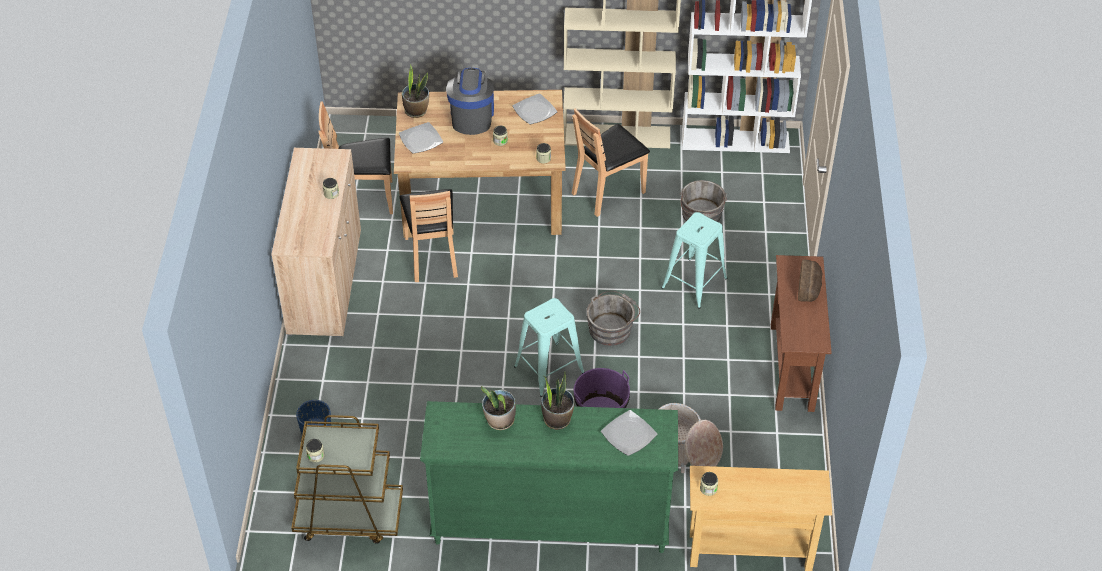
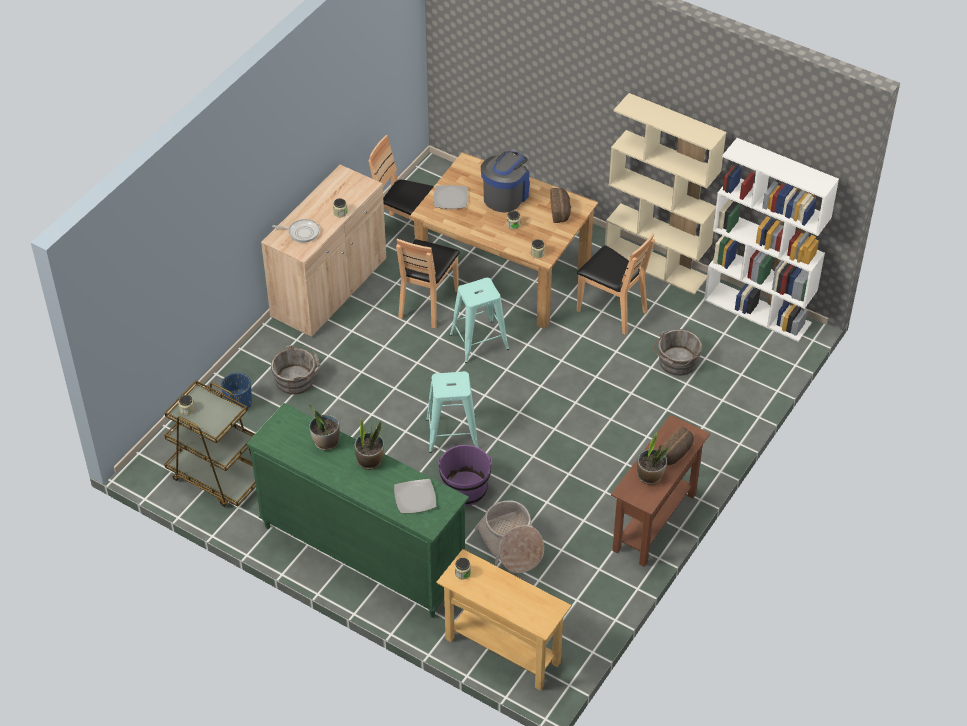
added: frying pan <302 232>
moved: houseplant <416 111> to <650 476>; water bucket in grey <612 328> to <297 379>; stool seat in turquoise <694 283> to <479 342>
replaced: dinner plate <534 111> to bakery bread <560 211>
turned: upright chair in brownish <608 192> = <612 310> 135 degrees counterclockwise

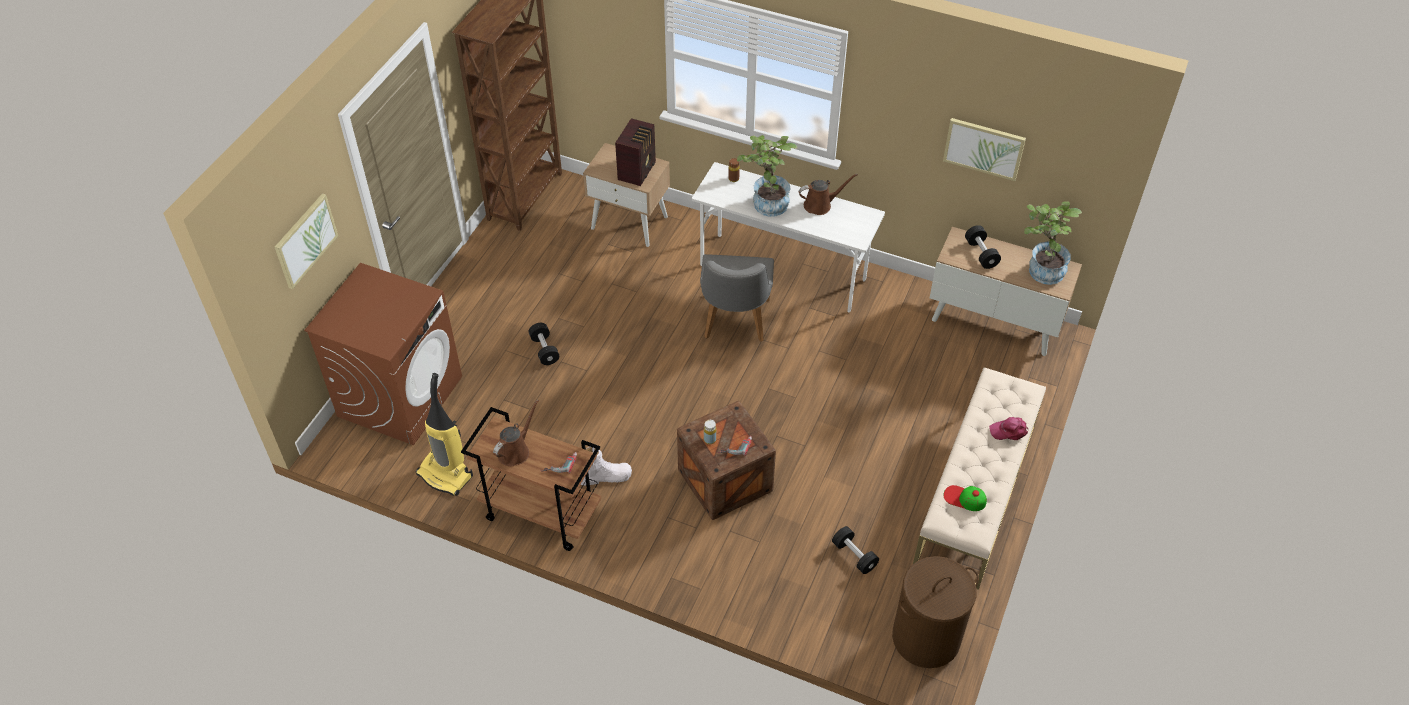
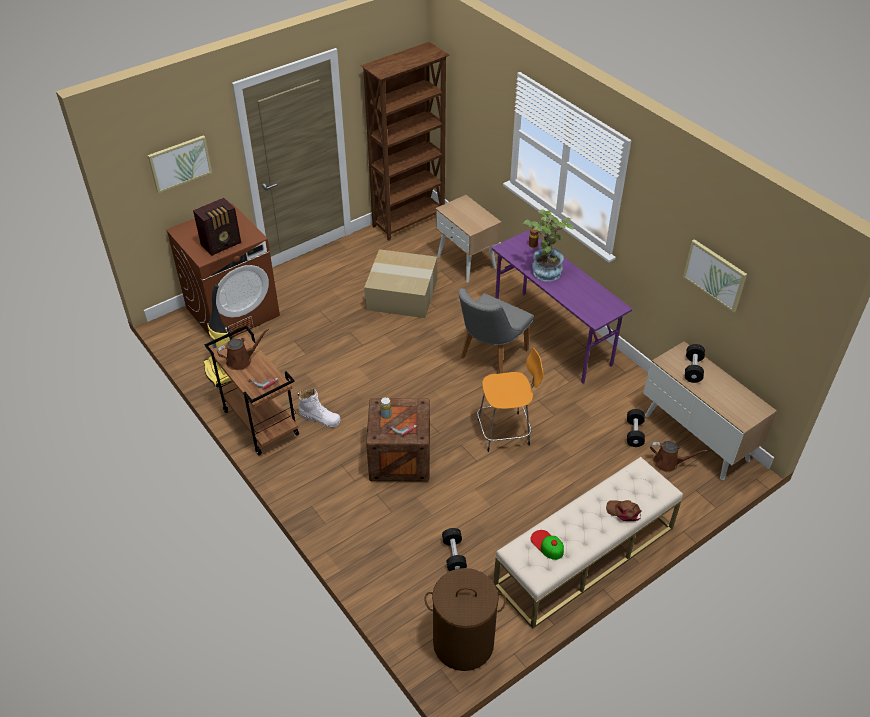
removed: houseplant <1041 269>
added: packing box <403 293>; stool seat in orangey <505 432>
moved: dumbbell in black-coloured <544 350> to <634 433>; radio <638 170> to <222 244>; watering pot in brownish <820 205> to <668 463>
recoloured: desk table in whitish <783 272> to desk table in purple <552 336>; baseball cap in pink <1009 431> to baseball cap in brownish <624 512>

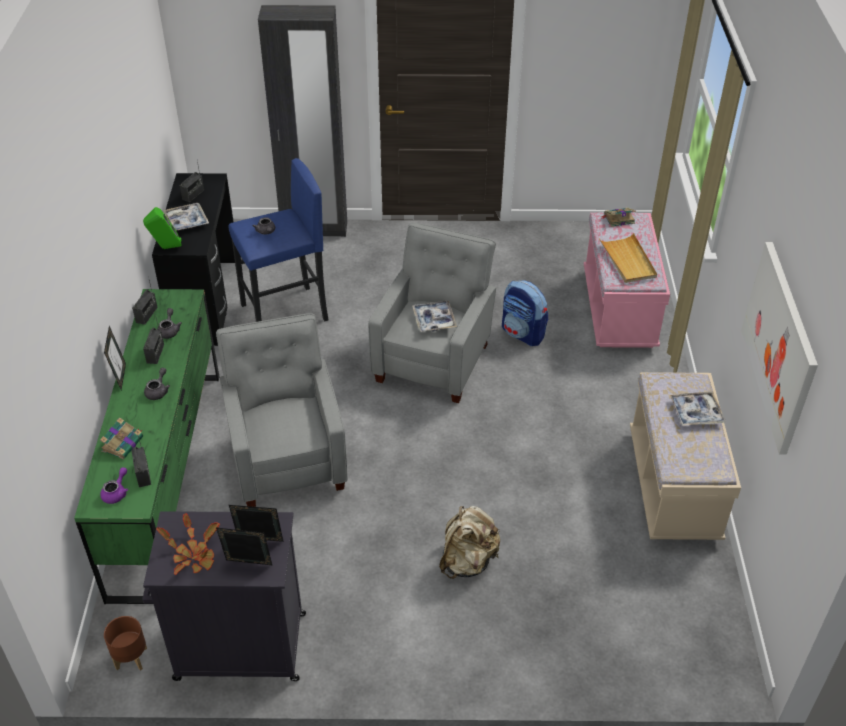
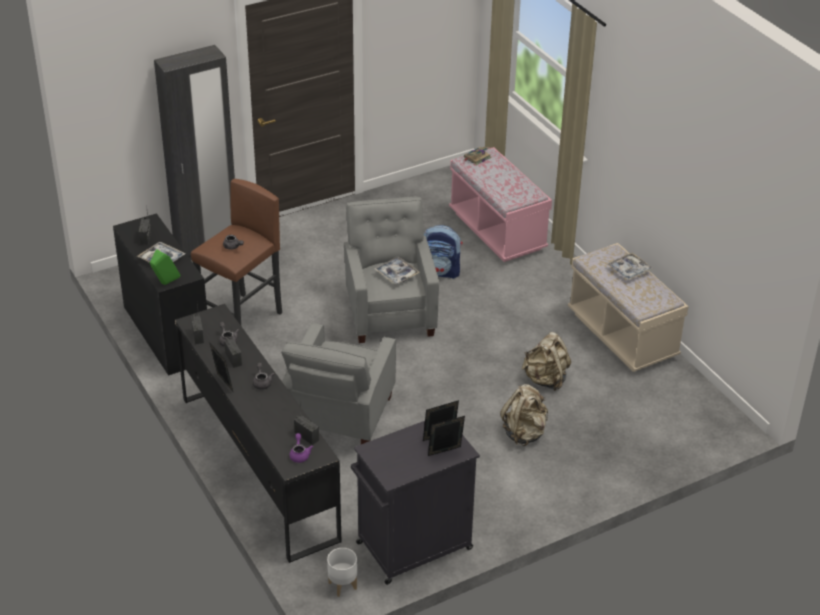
removed: book <123 443>; houseplant <193 555>; tray in beige <628 260>; picture <779 345>
added: knapsack in beige <545 380>
recoloured: chest of drawers in greenish <168 479> to chest of drawers in black-coloured <259 467>; planter in brownish <130 658> to planter in whitish <342 586>; stool seat in blue-coloured <285 313> to stool seat in brownish <242 319>
turned: easy chair in grey <288 458> = <339 418> 120 degrees counterclockwise

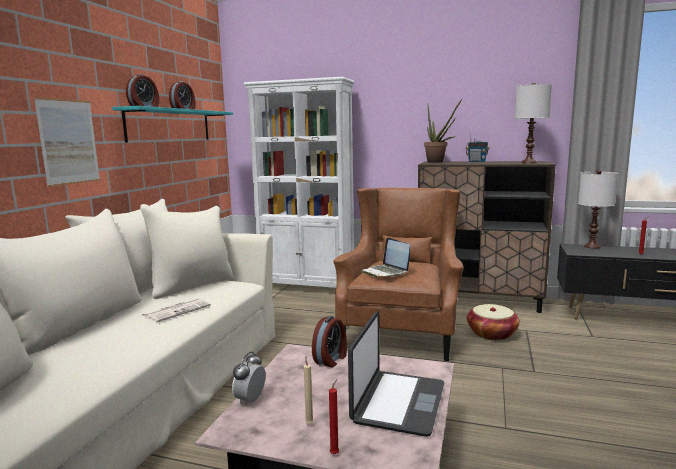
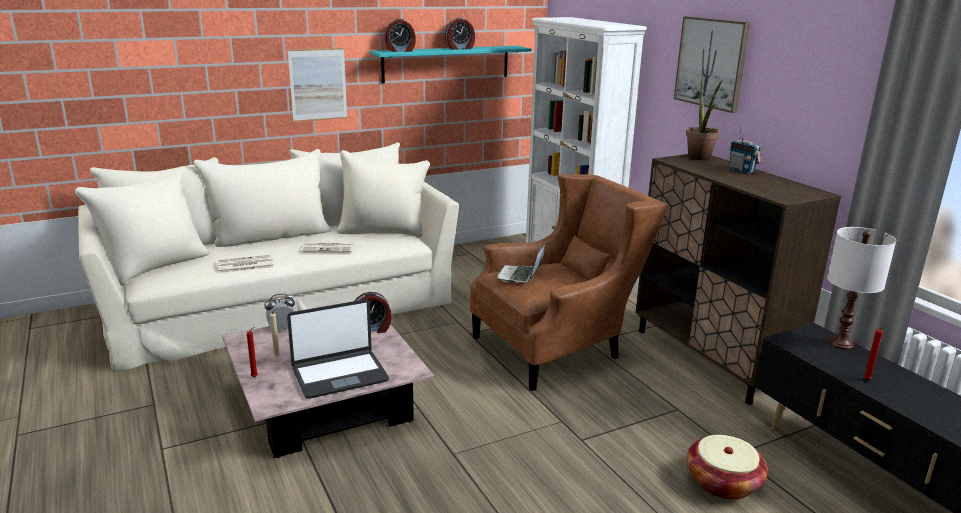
removed: tabletop lamp in whitish <528 163>
added: newspaper <244 265>; picture <711 63>
moved: storage basket <492 334> to <723 483>

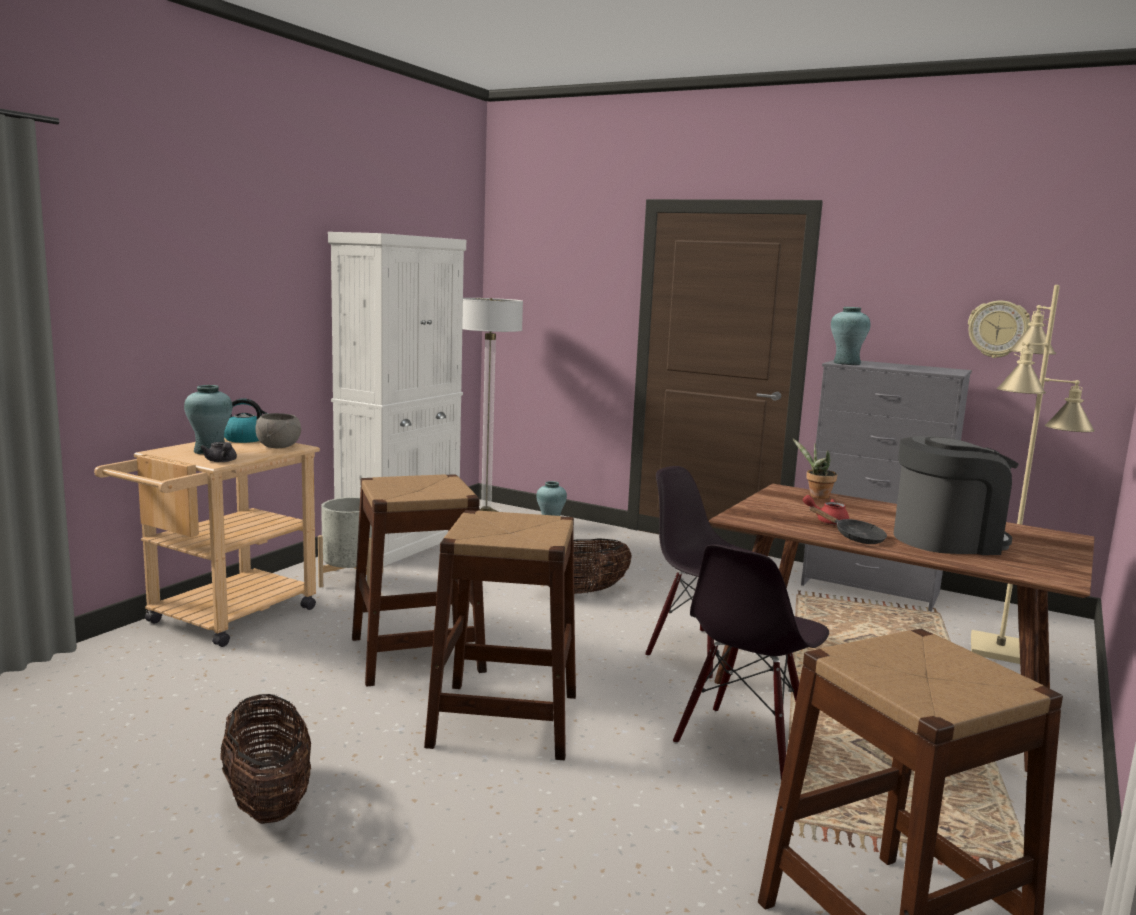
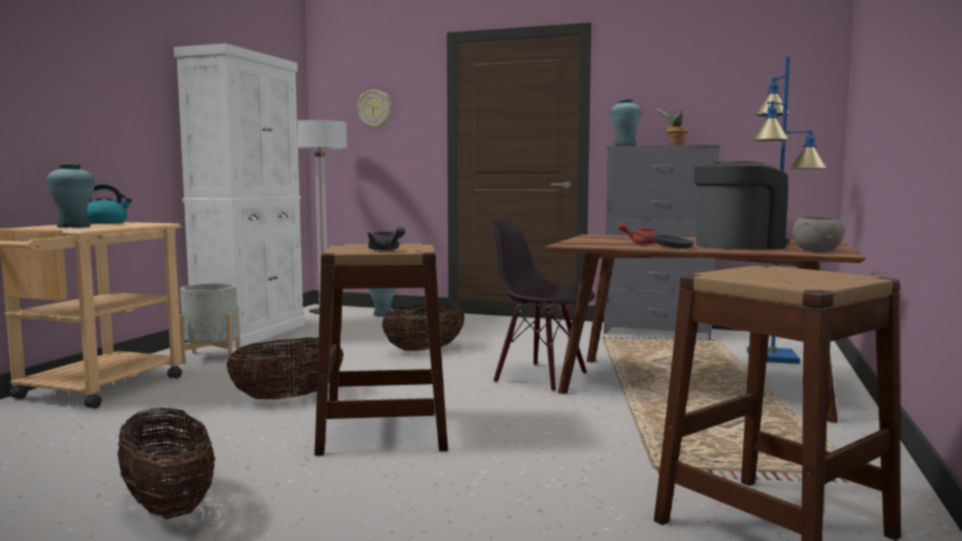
removed: upright chair in black-coloured <744 743>
moved: teapot in grey <221 461> to <386 250>; serving bowl in grey <277 447> to <816 251>; houseplant <816 496> to <674 145>; clock on the wall <998 329> to <374 109>
replaced: stool seat in brownish <416 654> to storage basket <288 398>
recoloured: standing lamp in beige <1000 650> to standing lamp in blue-coloured <772 357>

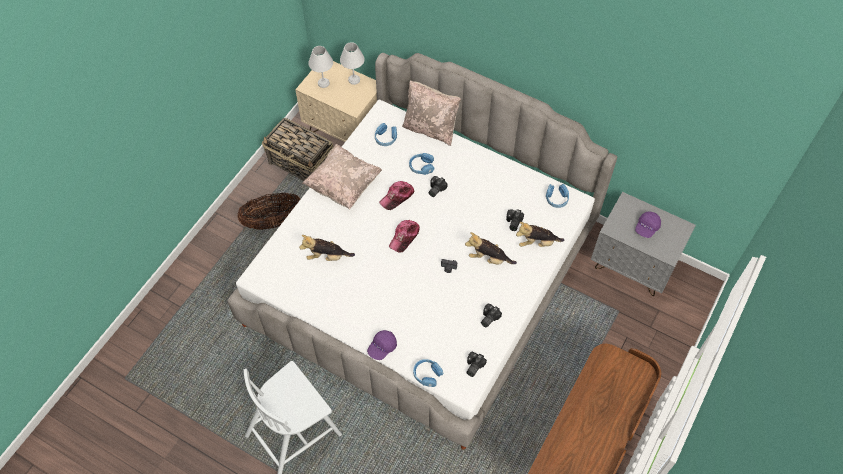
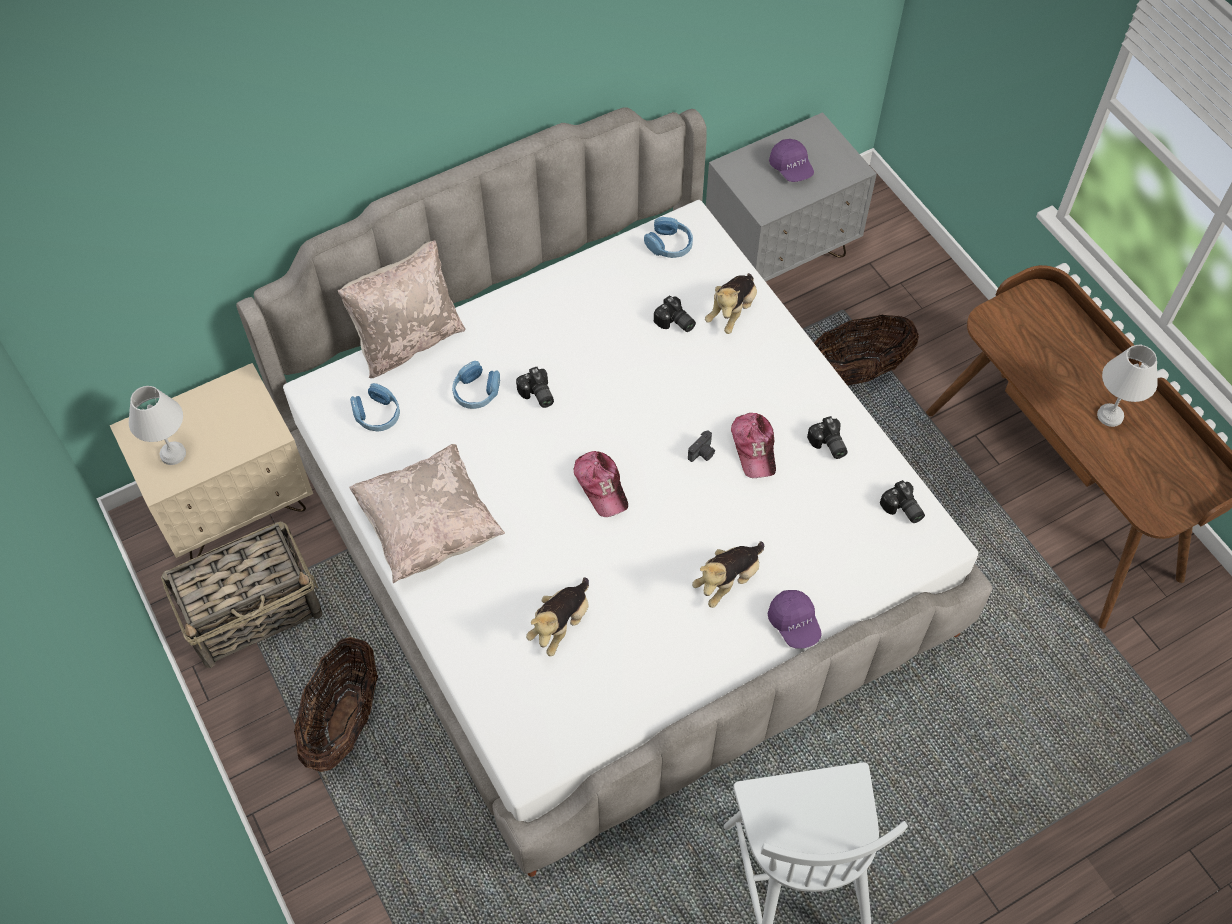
removed: headphones in blue-coloured <427 374>
added: storage basket <855 372>
moved: tabletop lamp in whitish <353 80> to <1110 416>; baseball cap <397 197> to <754 448>; plush toy <488 258> to <728 580>

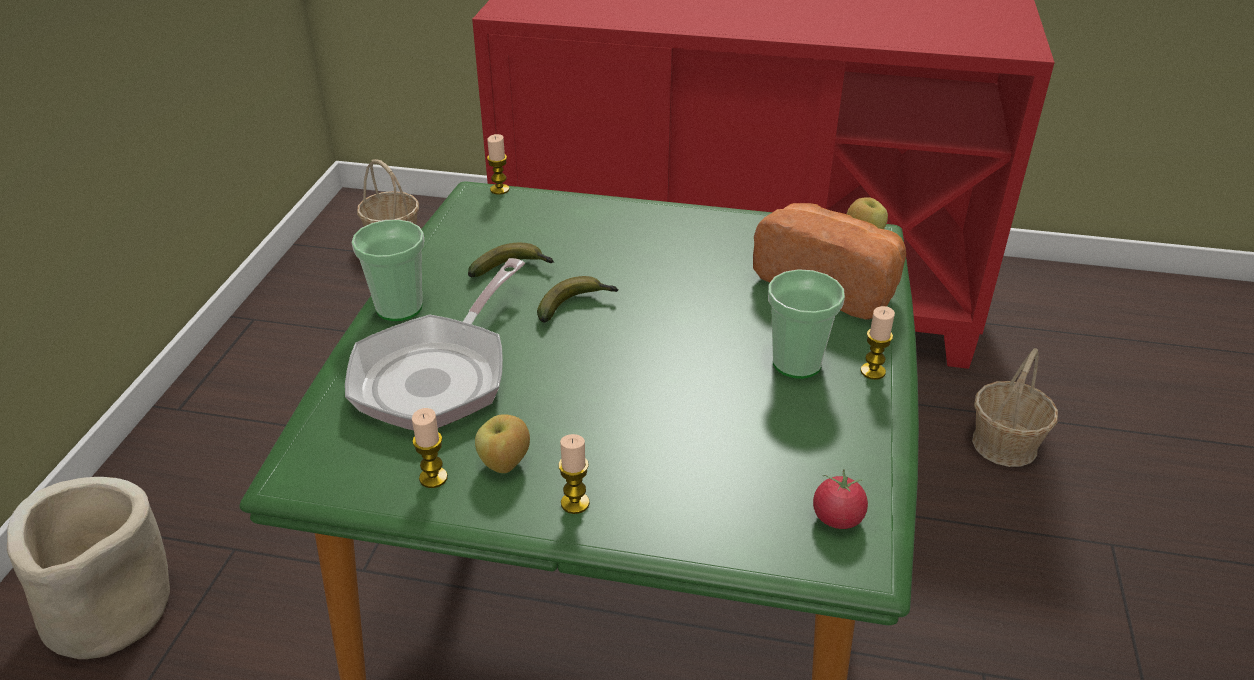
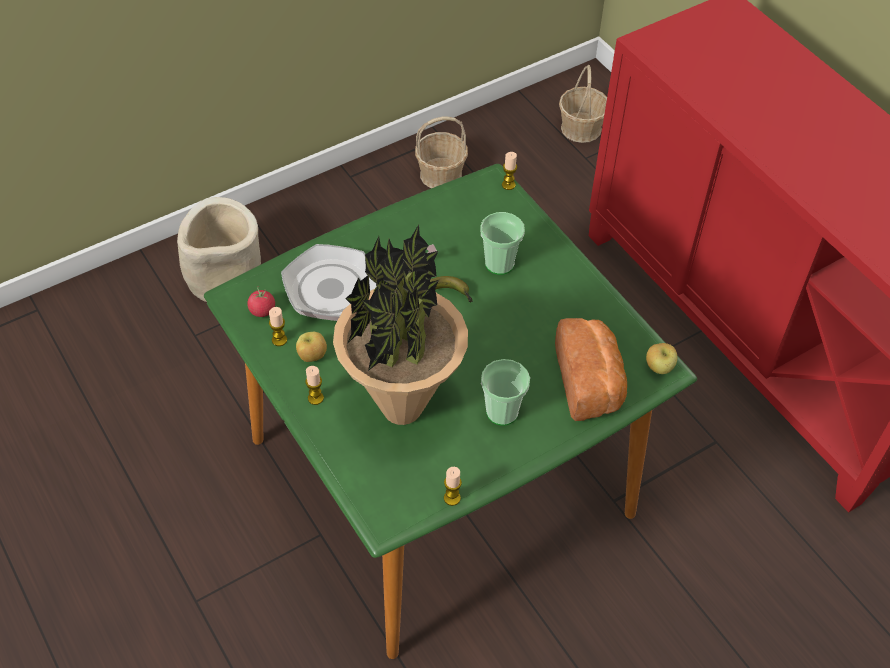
removed: banana fruit <513 269>
added: houseplant <402 409>
moved: drinking cup <399 308> to <499 263>; whole tomato <837 518> to <262 310>; wax candle <872 371> to <452 498>; storage basket <1005 444> to <441 175>

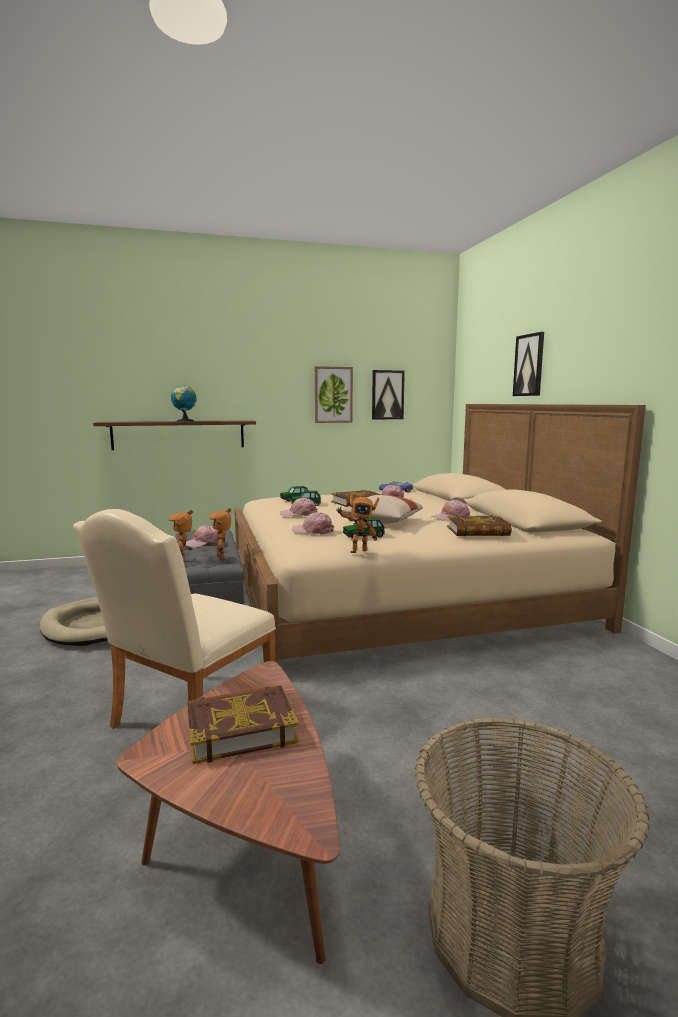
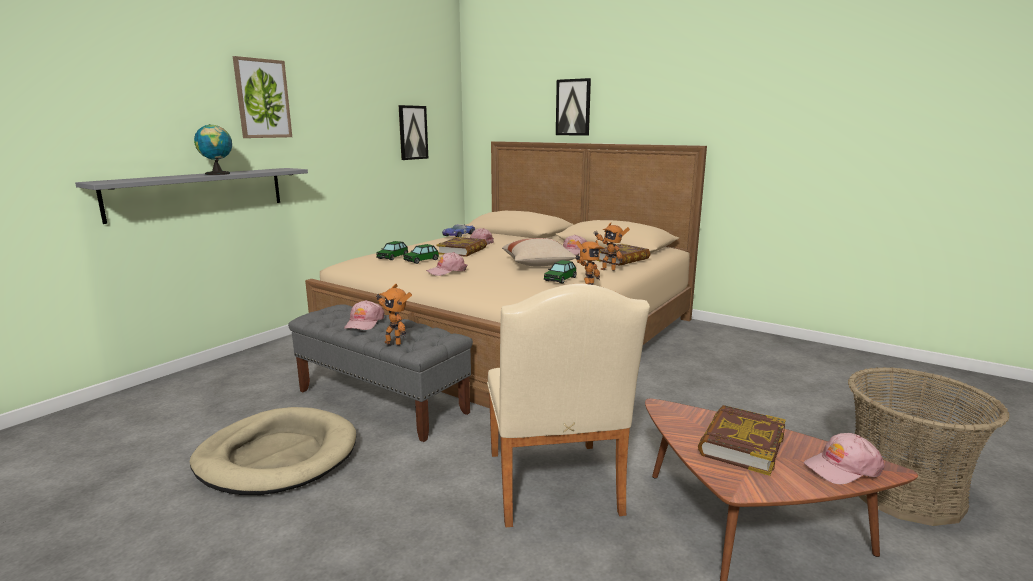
moved: robot figure <222 557> to <608 269>; baseball cap in pink <313 531> to <842 467>; picture <333 395> to <262 98>
recoloured: shelf in brownish <178 434> to shelf in grey <198 193>

